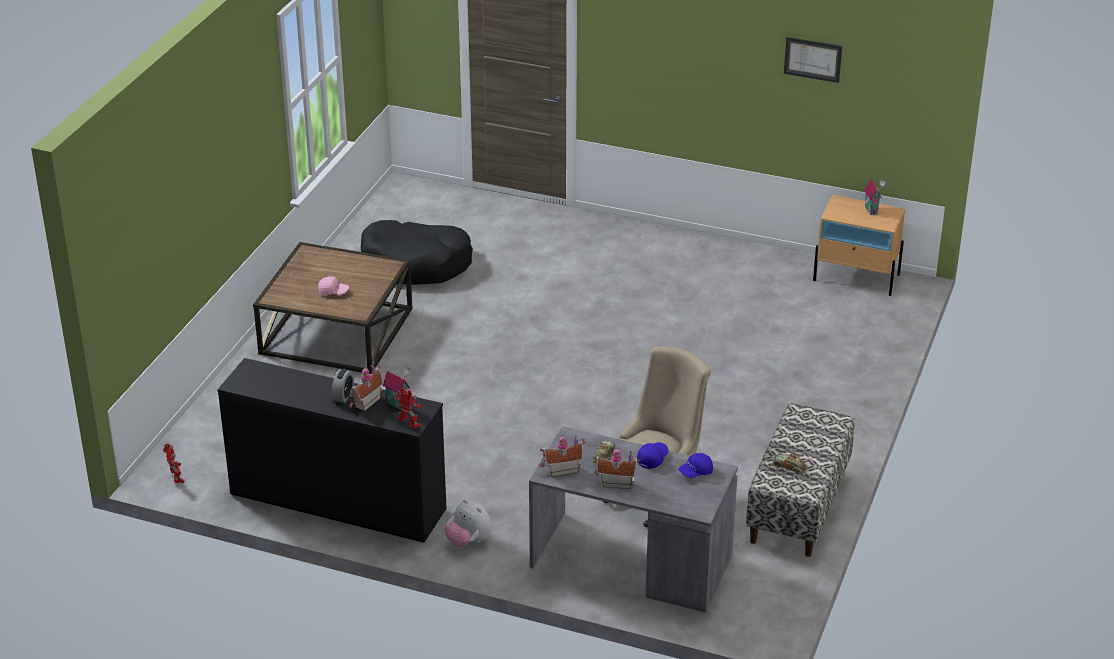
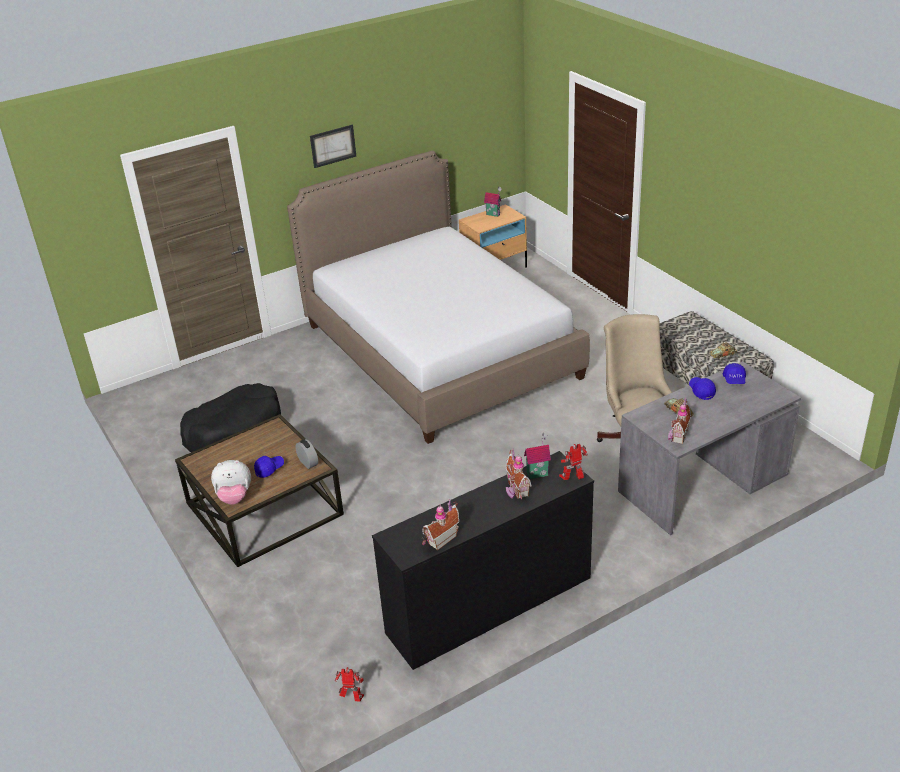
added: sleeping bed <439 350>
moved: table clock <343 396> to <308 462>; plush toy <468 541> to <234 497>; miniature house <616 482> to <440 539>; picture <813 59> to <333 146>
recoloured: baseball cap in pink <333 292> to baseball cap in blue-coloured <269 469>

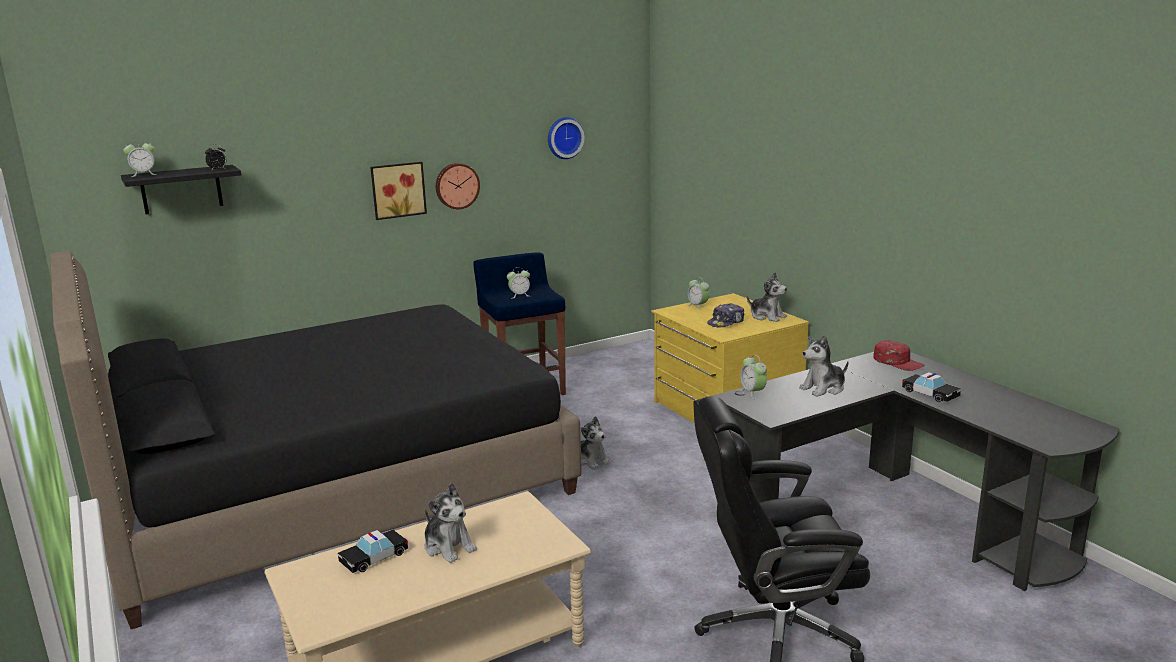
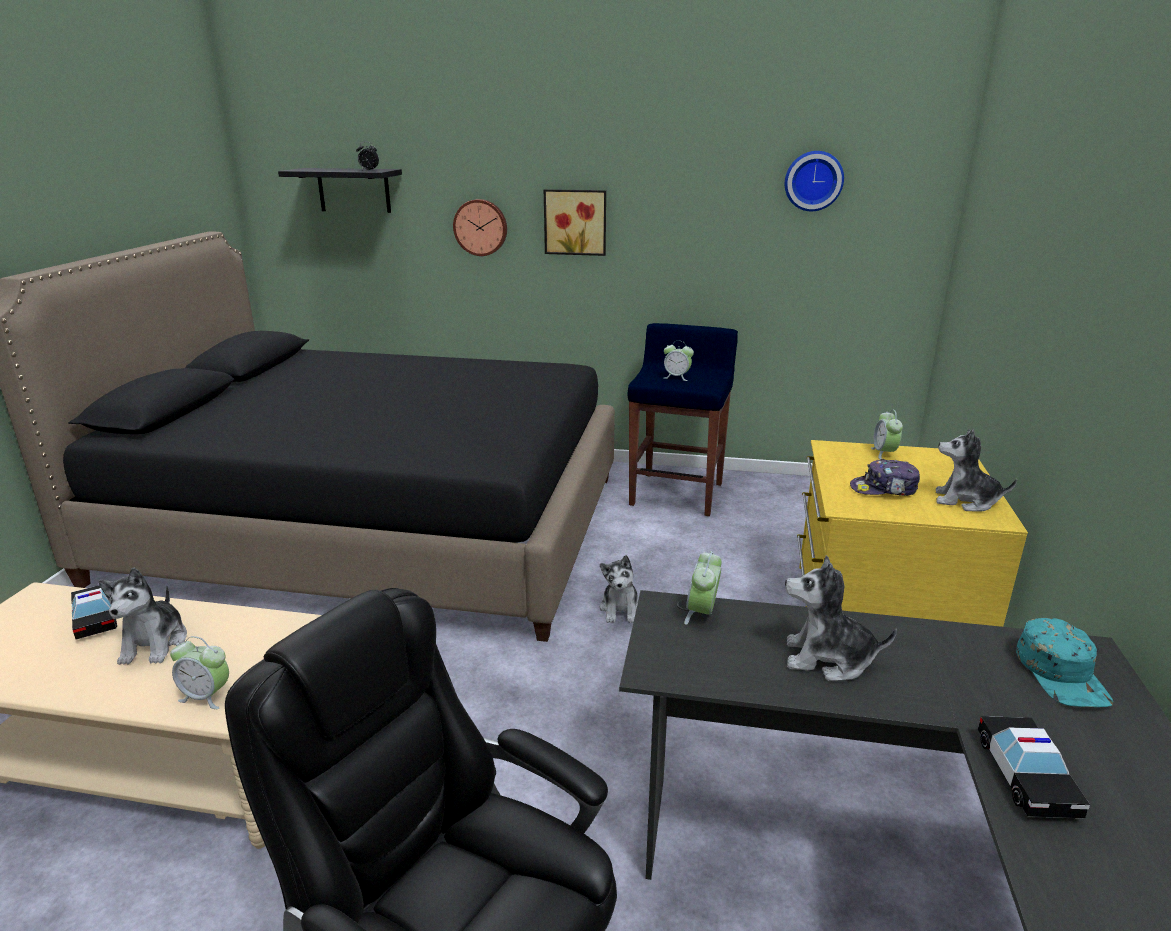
moved: table clock <143 174> to <206 696>; clock on the wall <456 186> to <481 227>
recoloured: baseball cap in reddish <898 362> to baseball cap in turquoise <1062 674>
turned: toy car <374 558> = <95 618> 60 degrees clockwise; plush toy <767 316> = <965 501> 120 degrees clockwise

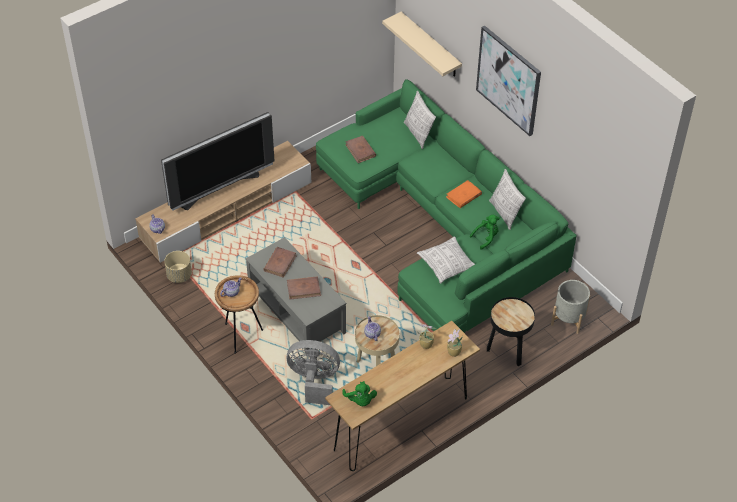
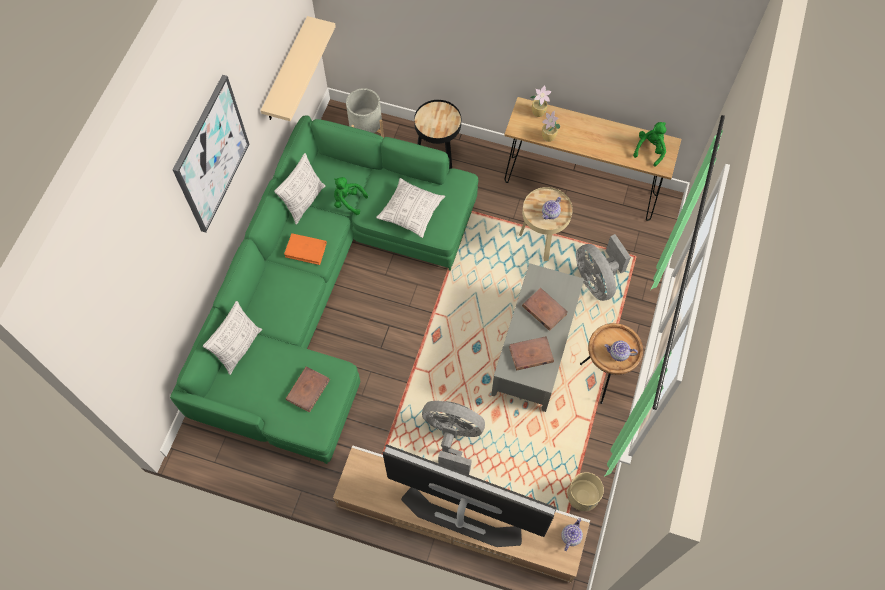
added: electric fan in grey <453 437>
moved: shelf in beige <430 45> to <286 71>

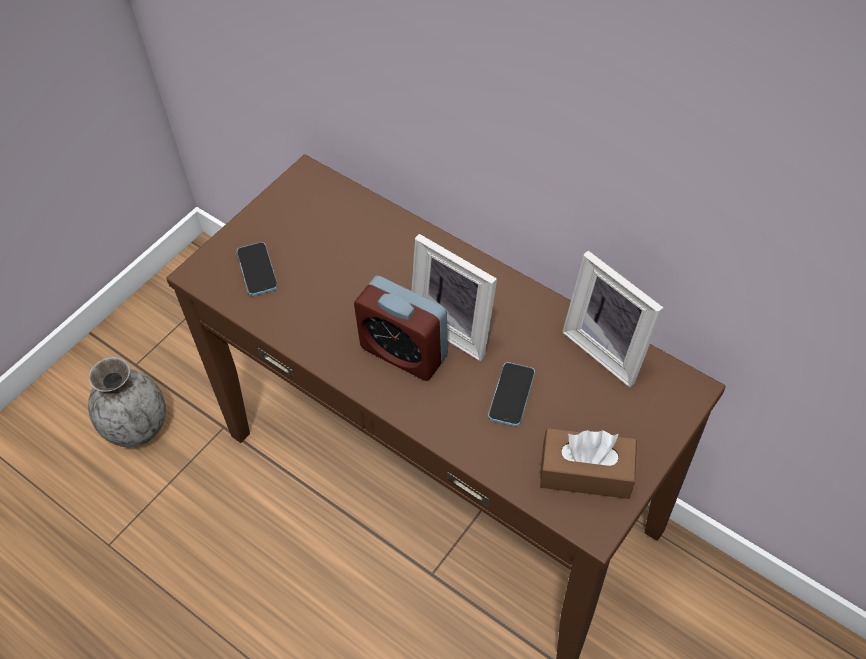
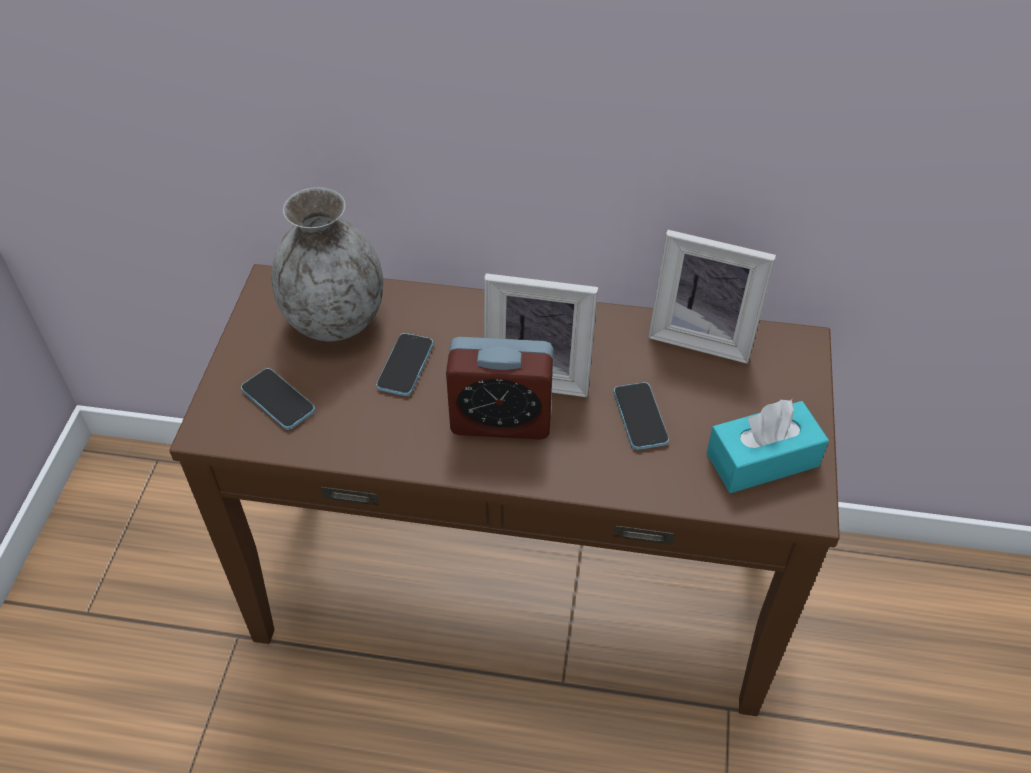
added: handset <405 366>
moved: decorative vase in grey <137 427> to <335 321>
recoloured: tissue holder in brownish <586 472> to tissue holder in turquoise <762 459>

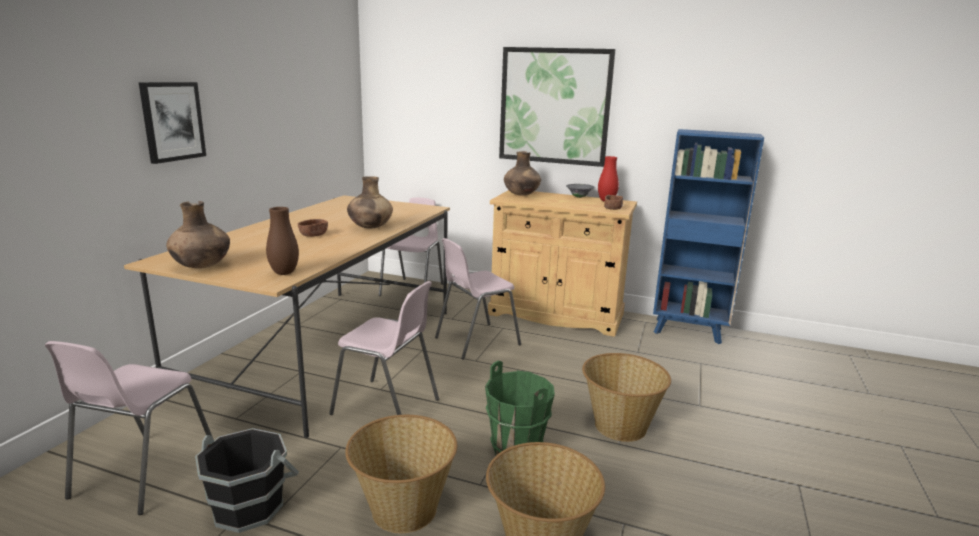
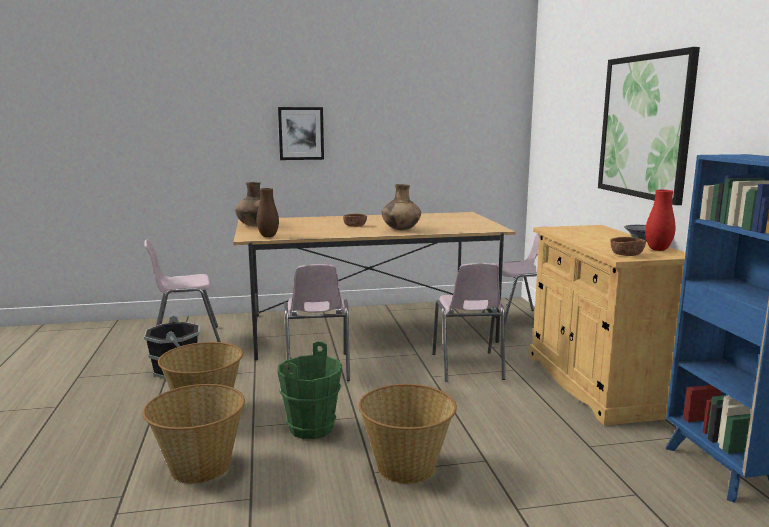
removed: decorative vase in brownish <521 195>
turned: upright chair in pink <476 341> = <467 367> 120 degrees counterclockwise

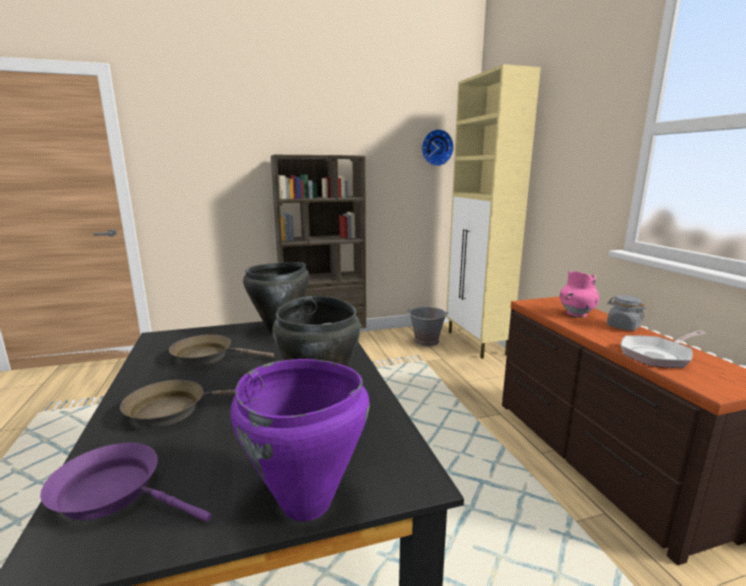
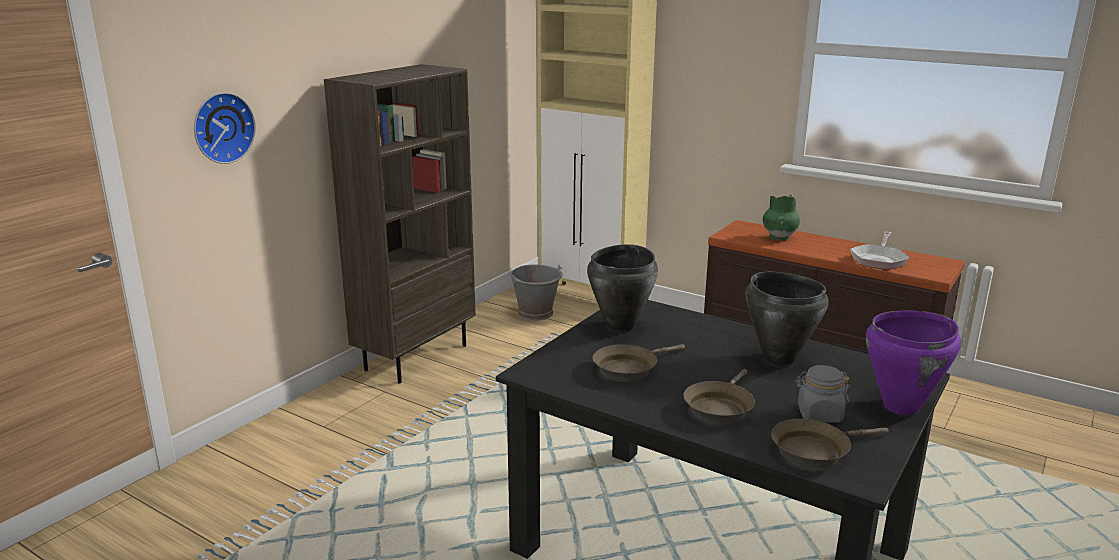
moved: clock on the wall <436 147> to <221 127>; jar in grey <622 326> to <819 414>
recoloured: frying pan in purple <115 493> to frying pan in brownish <814 450>; decorative vase in pink <576 314> to decorative vase in greenish <779 237>

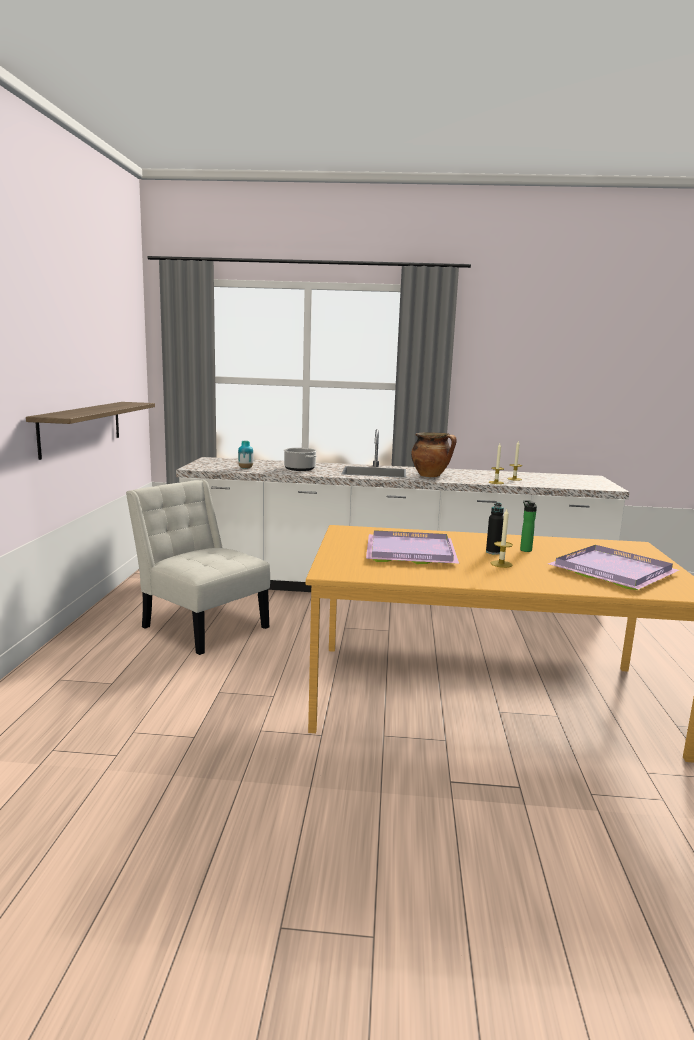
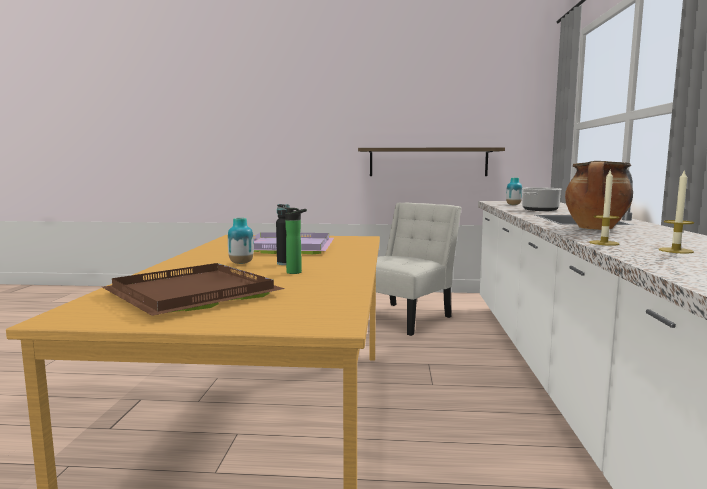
replaced: wax candle <501 564> to decorative vase <241 263>
recoloured: tray in purple <613 572> to tray in brownish <189 294>

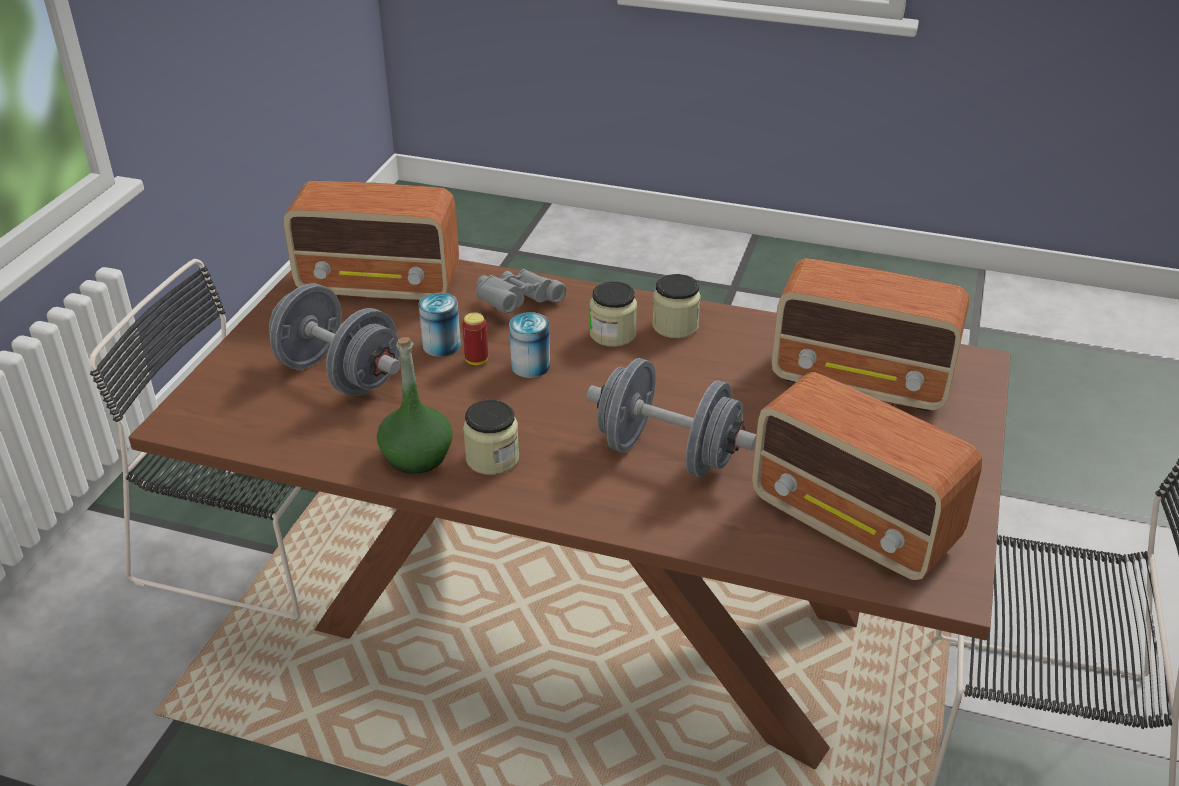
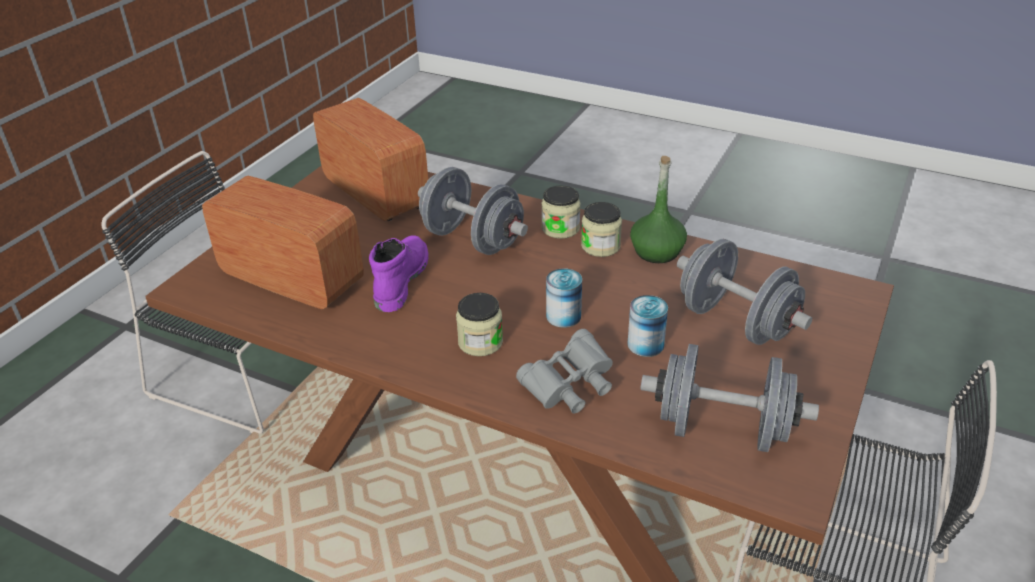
removed: metal can <476 360>
added: boot in purple <400 280>
moved: jar <675 326> to <560 228>
replaced: radio <381 285> to dumbbell in grey <722 430>

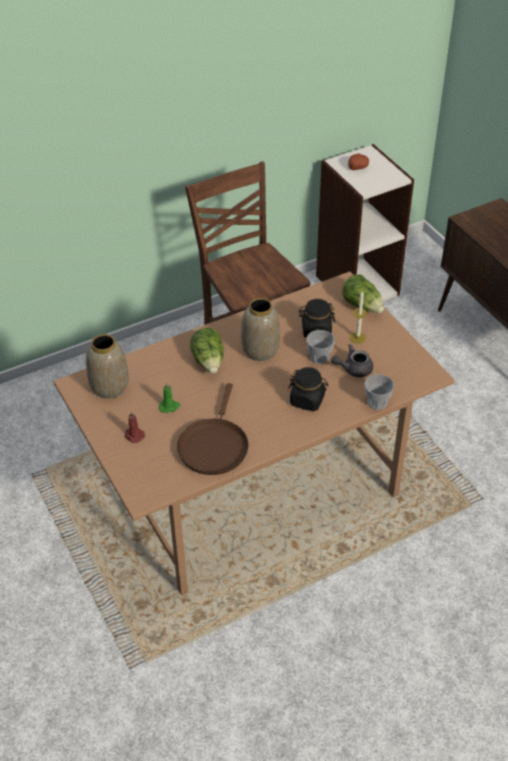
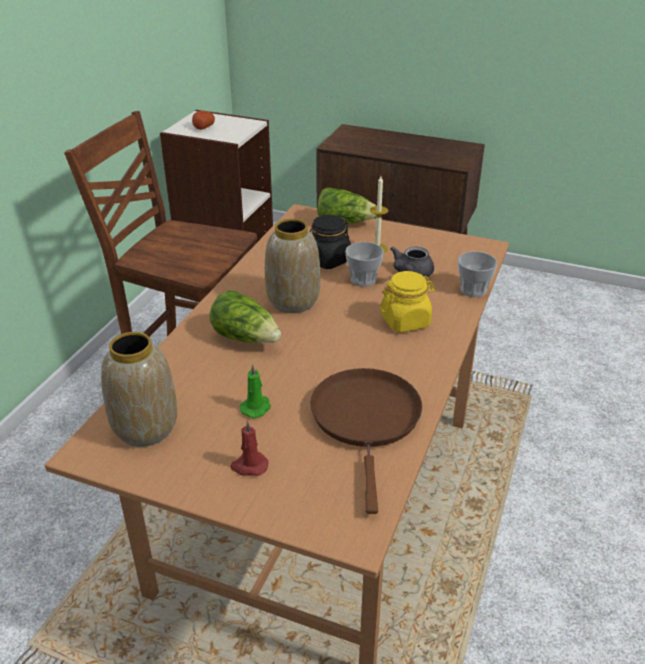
recoloured: jar in black-coloured <307 400> to jar in yellowish <405 321>
turned: frying pan in brownish <213 446> = <366 419> 150 degrees counterclockwise

